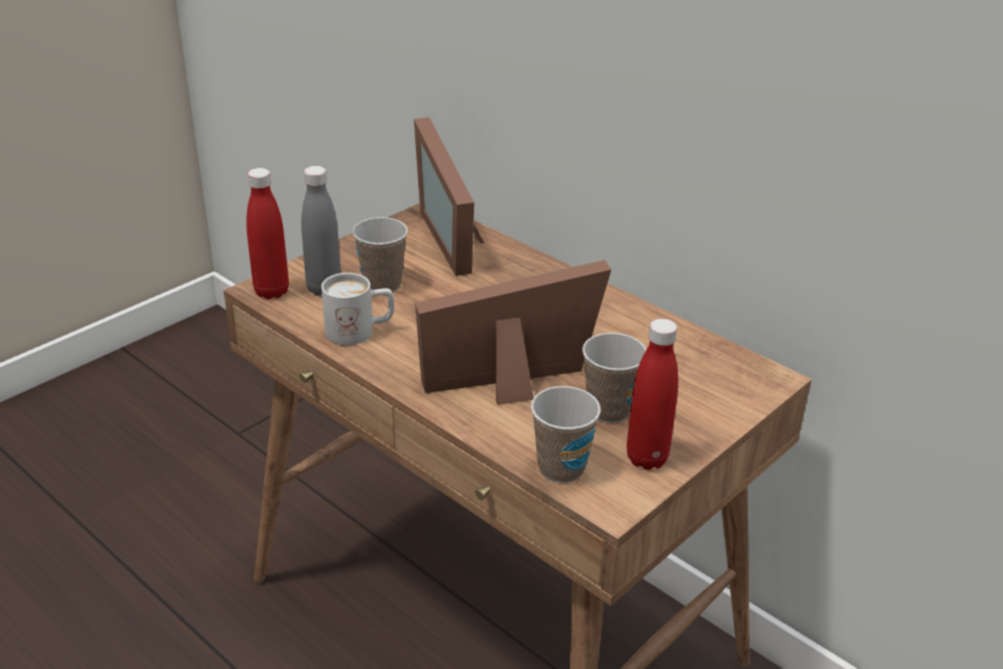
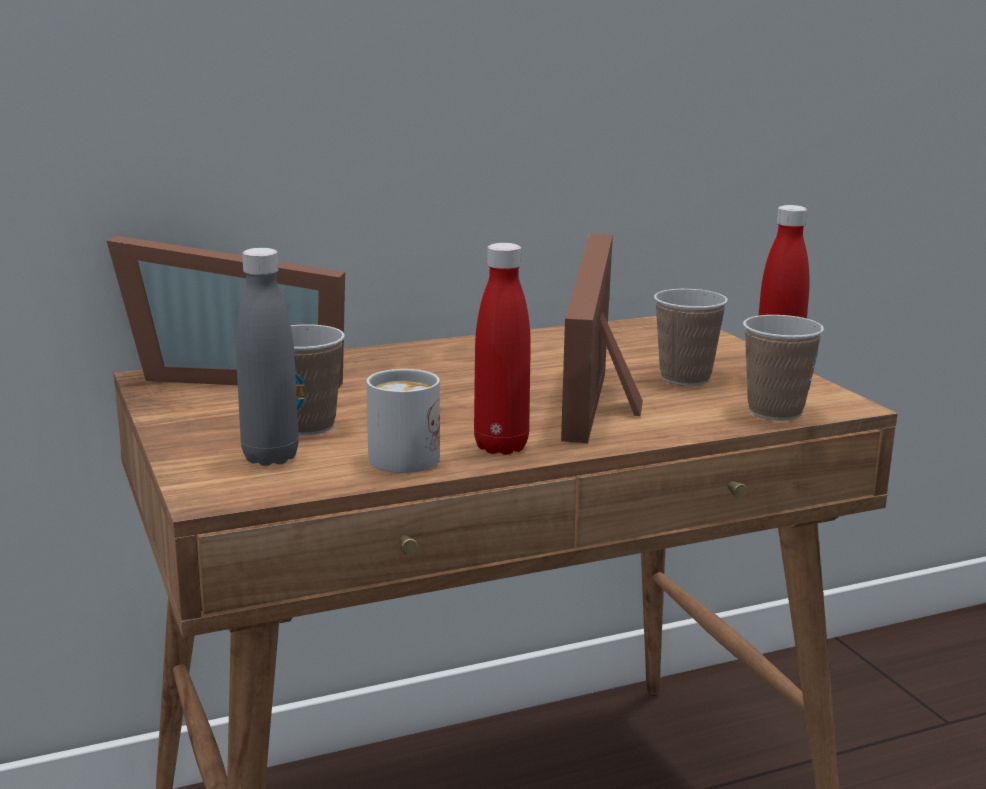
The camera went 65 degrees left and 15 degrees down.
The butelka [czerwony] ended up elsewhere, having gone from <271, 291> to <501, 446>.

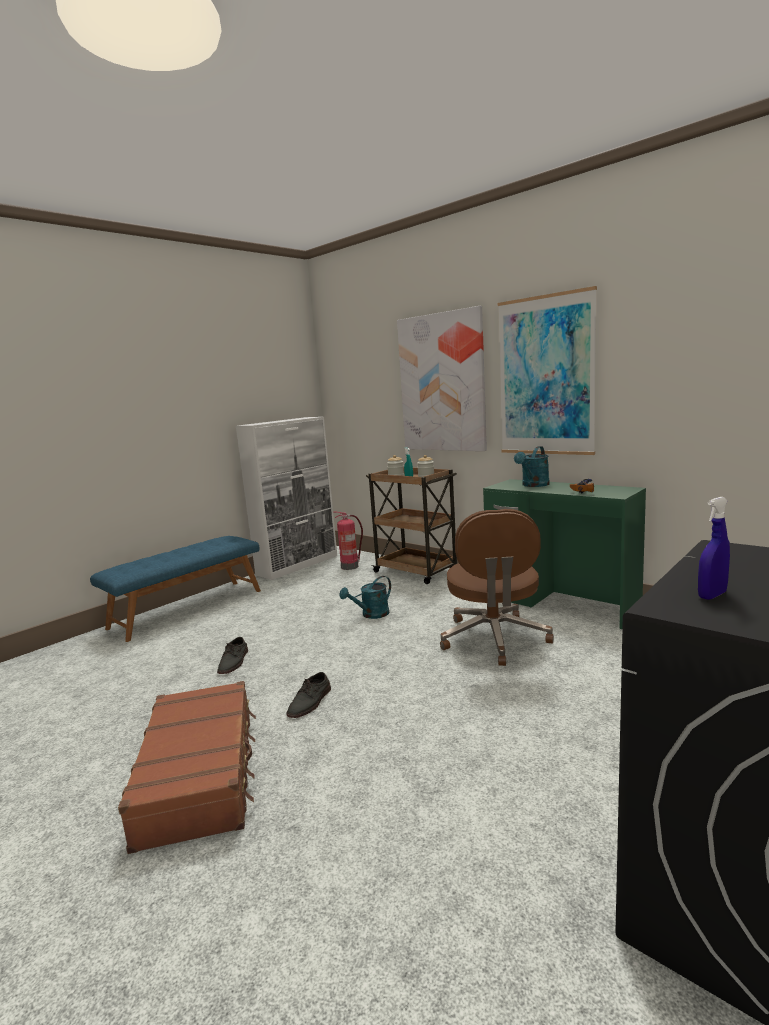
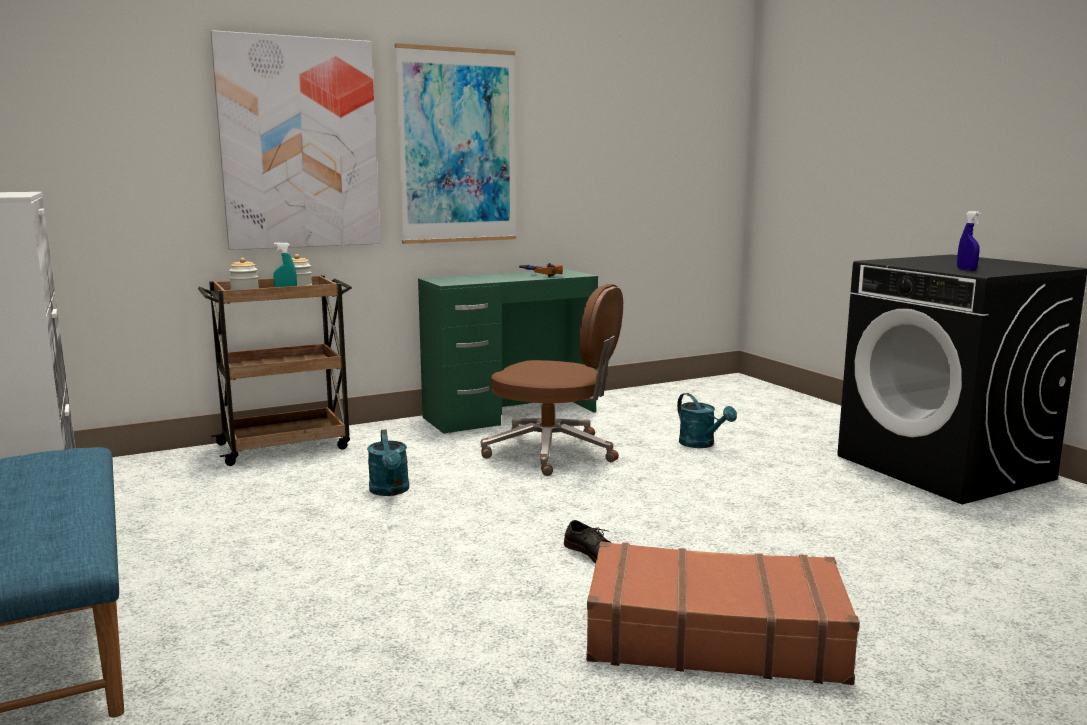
The camera went 70 degrees left and 0 degrees up.
The second view lost the but [szary] at <234, 662>.
The second view lost the gaśnica at <350, 566>.
The konewka [turkusowy] ended up elsewhere, having gone from <533, 485> to <701, 444>.

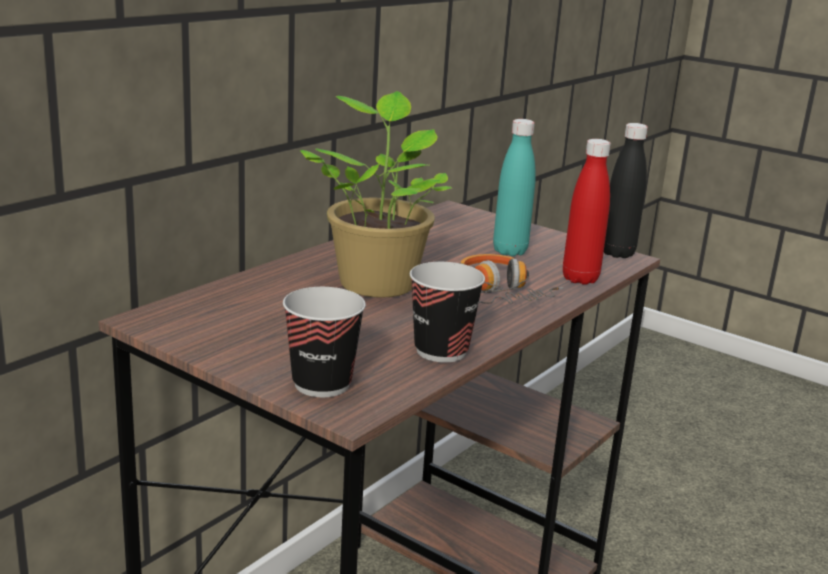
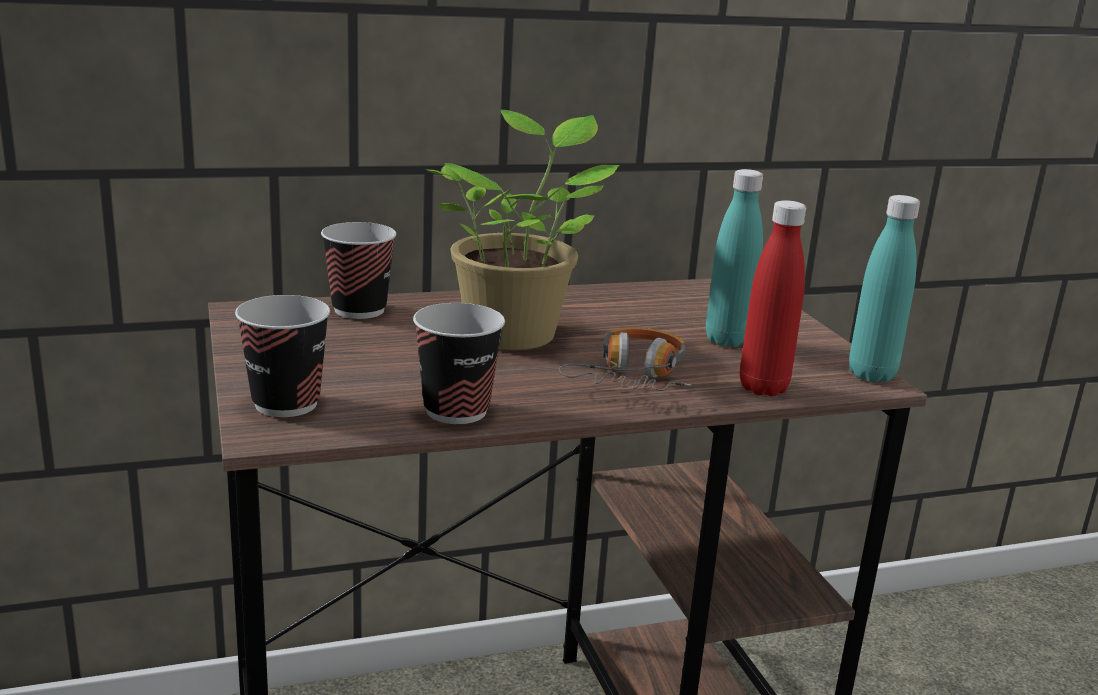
The camera went 35 degrees right and 0 degrees up.
What was the butelka [czarny] at <617, 253> turned into the butelka [turkusowy] at <871, 375>.
The second view gained the filiżanka at <359, 310>.

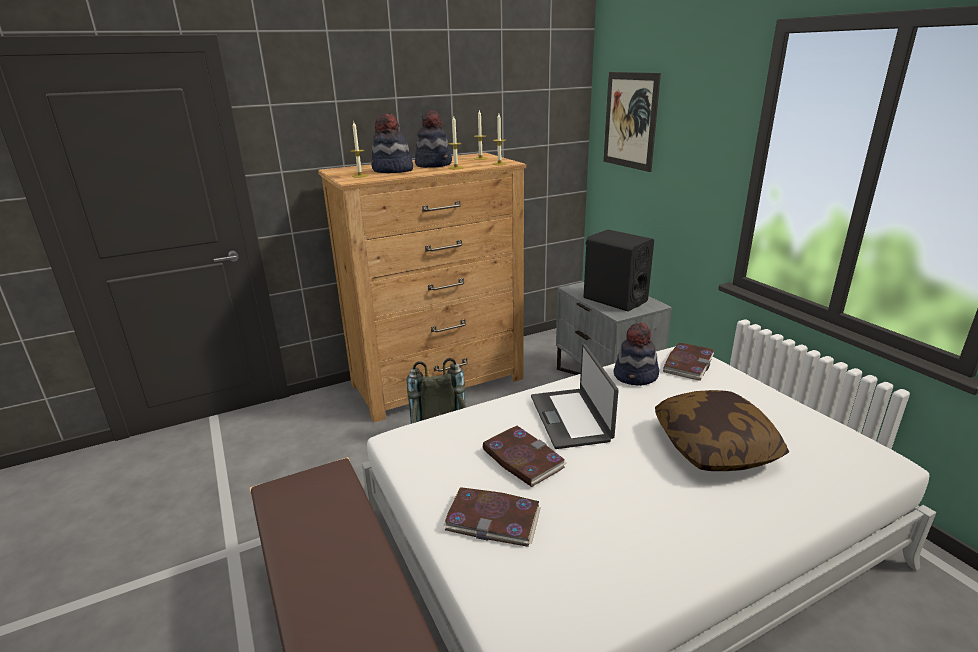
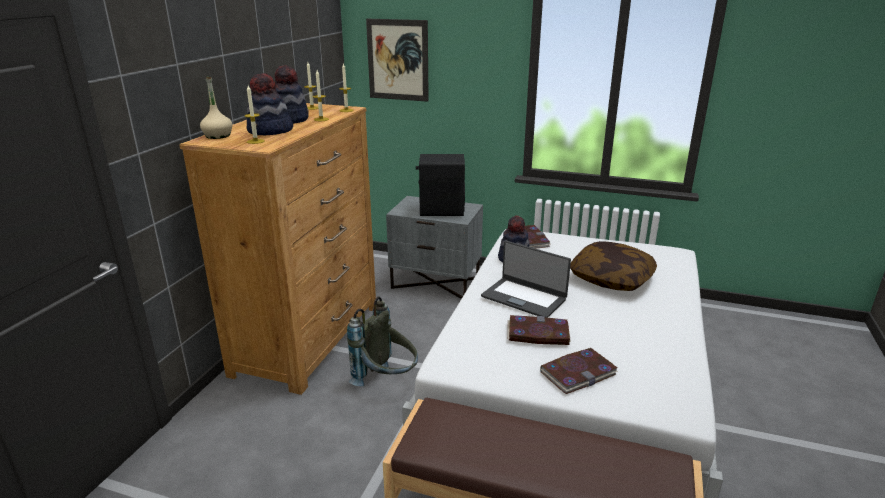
The camera went 45 degrees left and 0 degrees up.
The second view gained the butelka [beżowy] at <218, 136>.

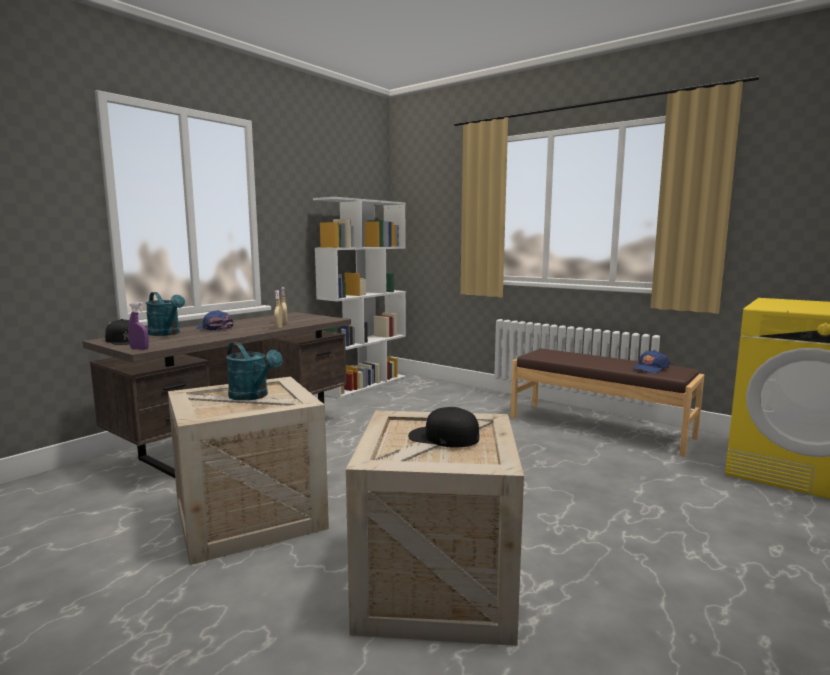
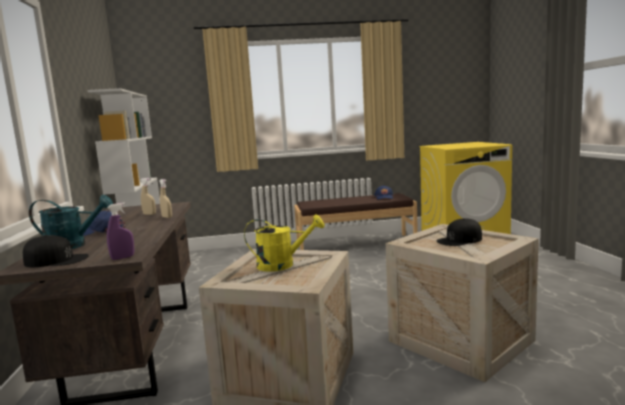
The camera went 45 degrees left and 0 degrees up.
What was the konewka [turkusowy] at <253, 396> turned into the konewka [żółty] at <282, 265>.

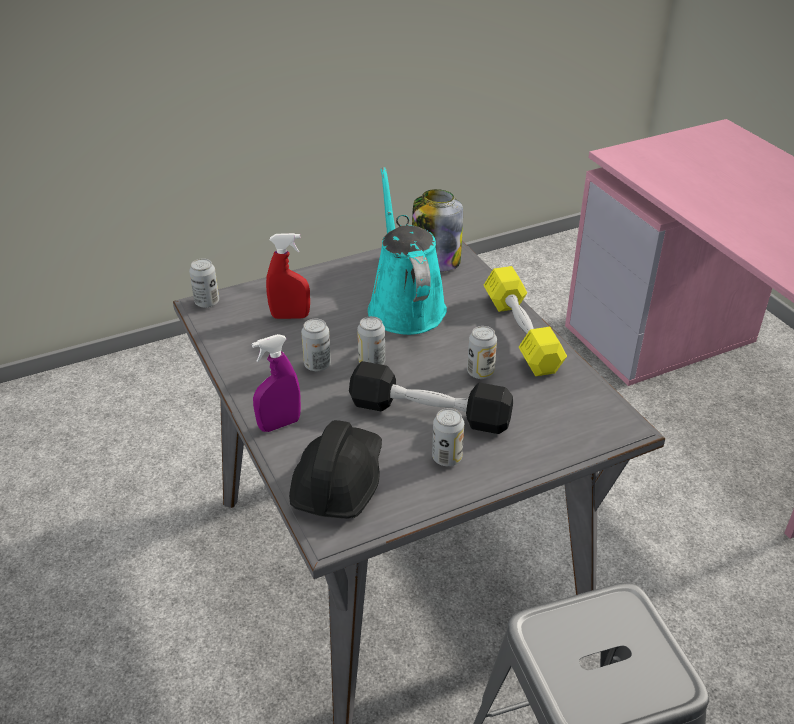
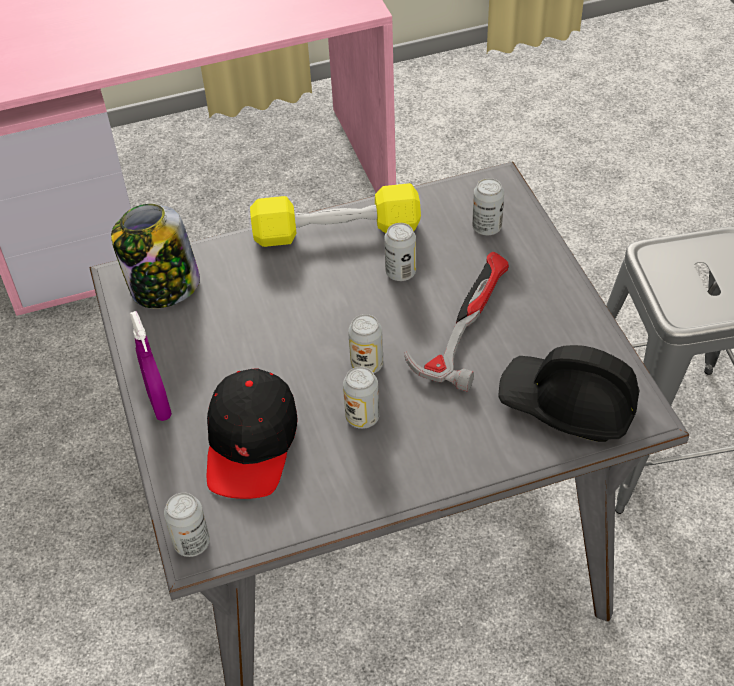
The camera went 80 degrees left and 10 degrees up.
The spryskiwacz [fioletowy] ended up elsewhere, having gone from <279, 424> to <159, 405>.
Where the spryskiwacz [czerwony] stood at <290, 316>, the czapka z daszkiem [czarny] came to stand at <251, 443>.
Where the hantel [czarny] stood at <429, 413>, the młotek came to stand at <464, 321>.
The second view lost the konewka [turkusowy] at <404, 305>.
The puszka ended up elsewhere, having gone from <447, 458> to <487, 227>.

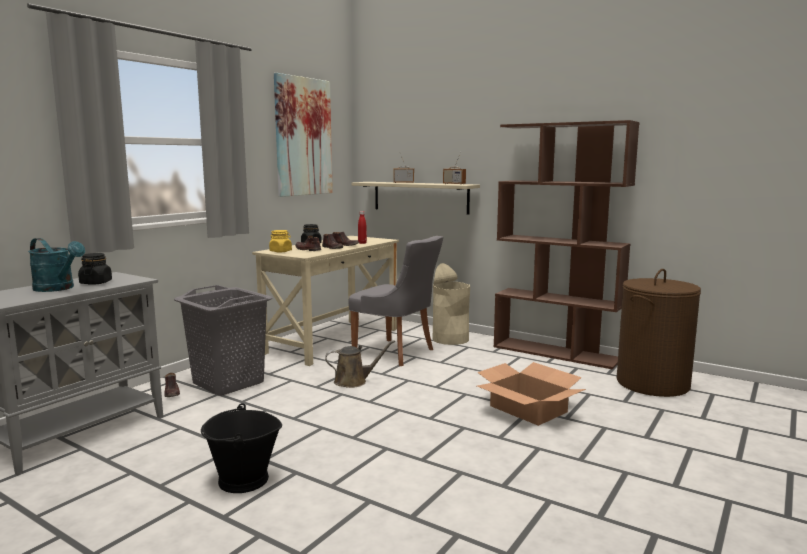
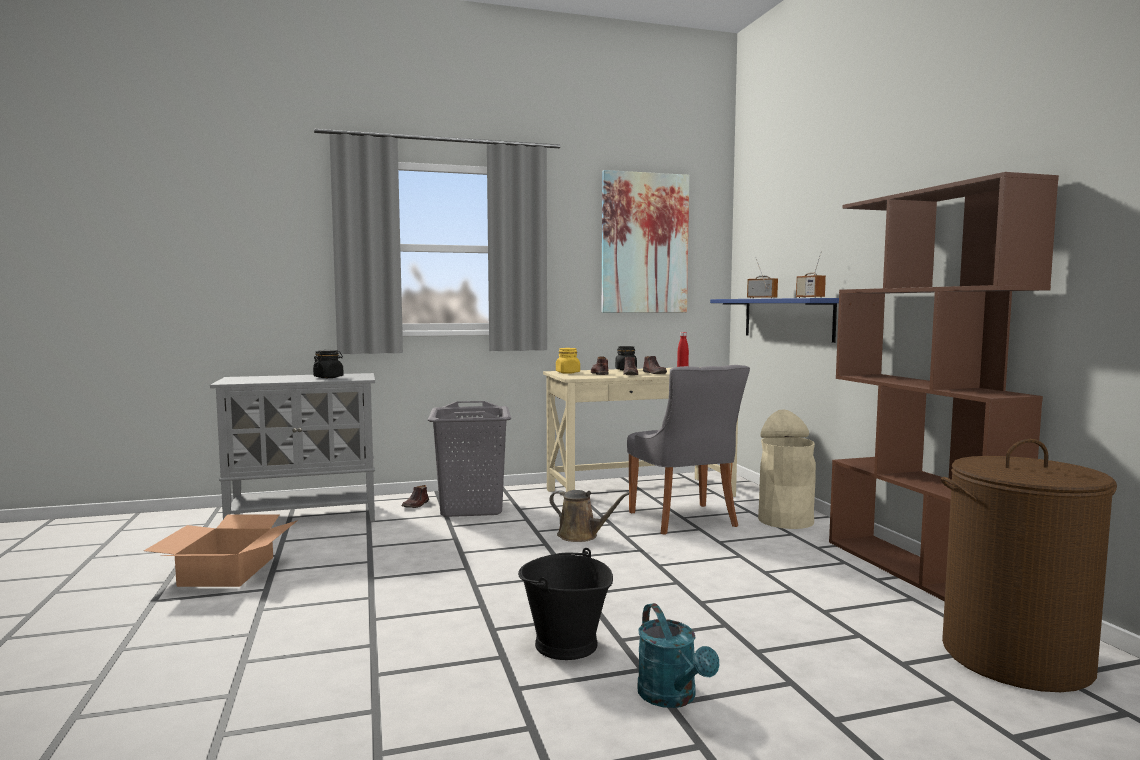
The camera went 40 degrees right and 5 degrees down.
The konewka [turkusowy] ended up elsewhere, having gone from <58, 288> to <672, 698>.
The wiadro [czarny] ended up elsewhere, having gone from <243, 480> to <565, 645>.
What was the półka [beżowy] at <420, 197> turned into the półka [niebieski] at <787, 318>.
The karton ended up elsewhere, having gone from <528, 409> to <227, 571>.

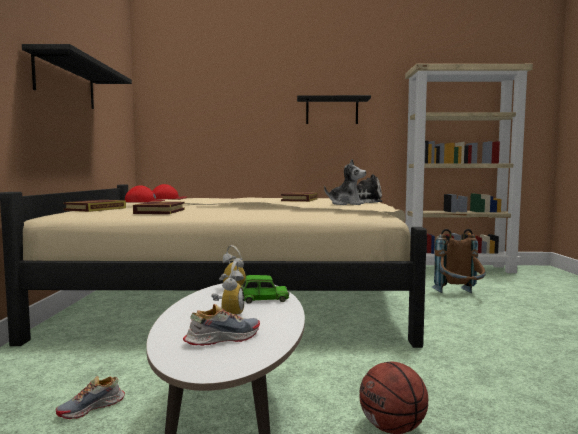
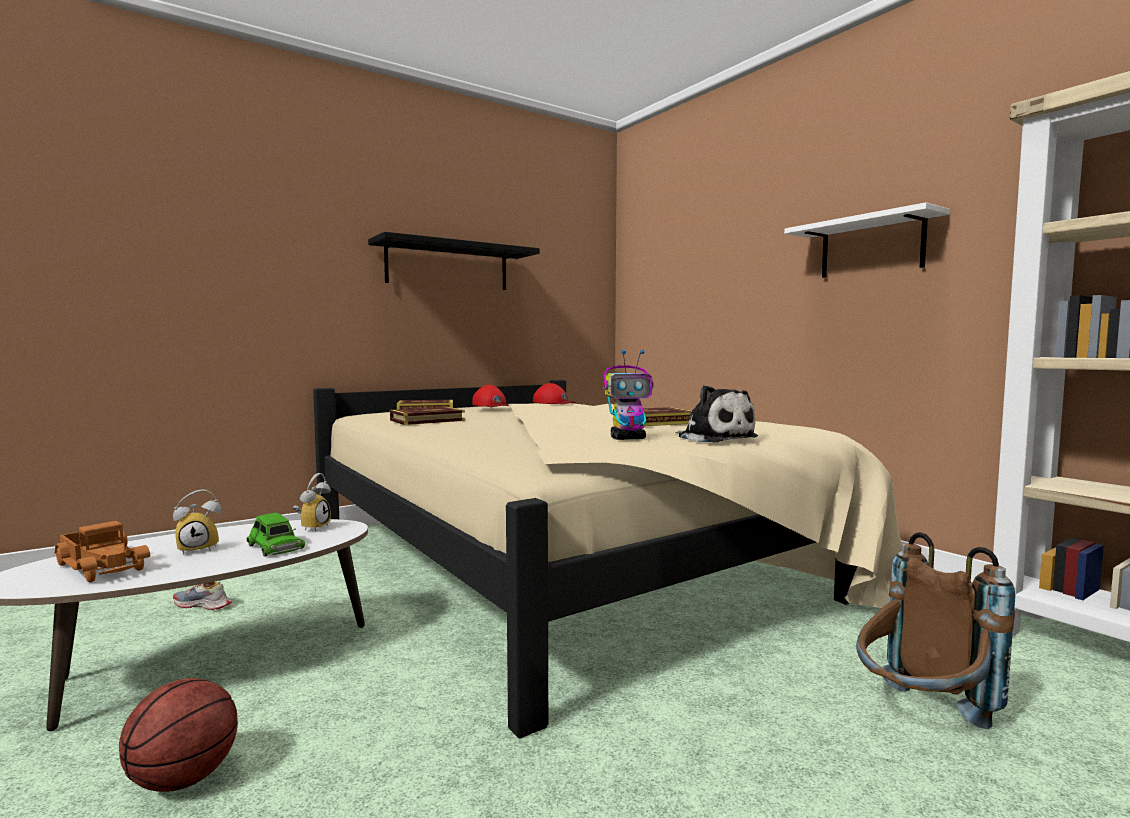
The camera went 55 degrees right and 0 degrees up.
Where the but stood at <222, 339>, the ciężarówka zabawkowa came to stand at <103, 565>.
What was the półka [czarny] at <332, 111> turned into the półka [biały] at <871, 247>.
Where the pluszak stood at <346, 204>, the robot zabawkowy came to stand at <628, 438>.

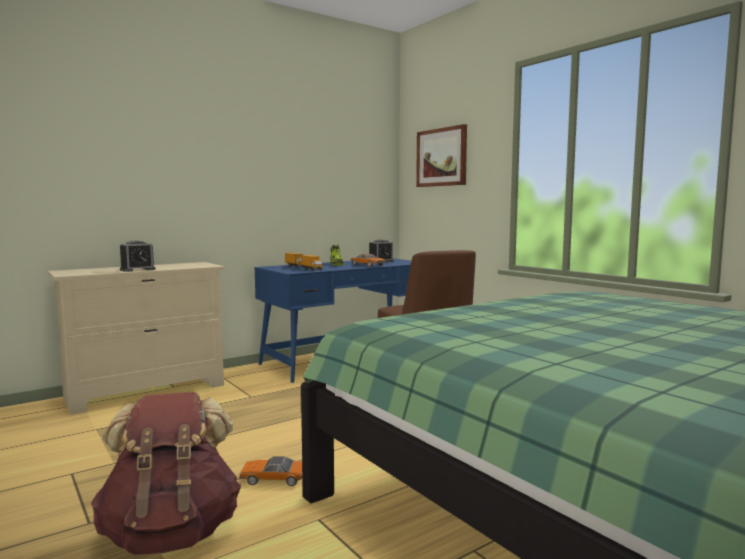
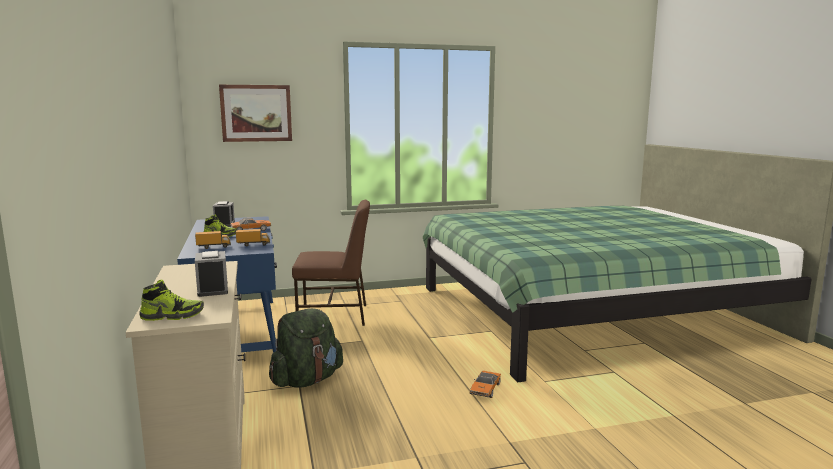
The camera went 70 degrees left and 5 degrees up.
The second view lost the plecak [brązowy] at <171, 533>.
The second view gained the but at <172, 316>.
The second view gained the plecak [zielony] at <307, 380>.

